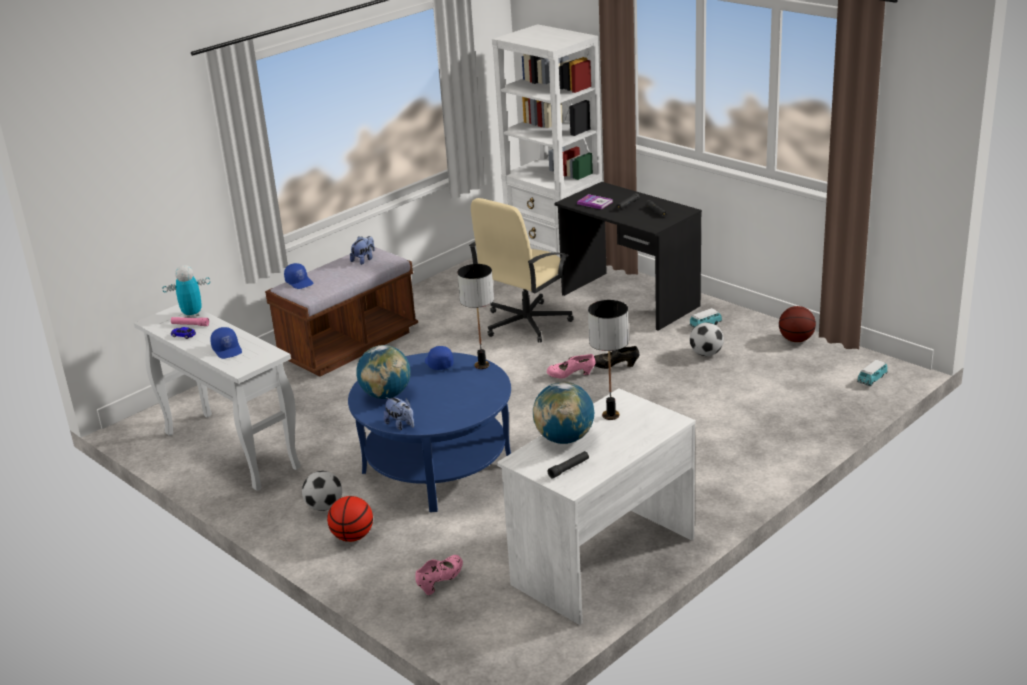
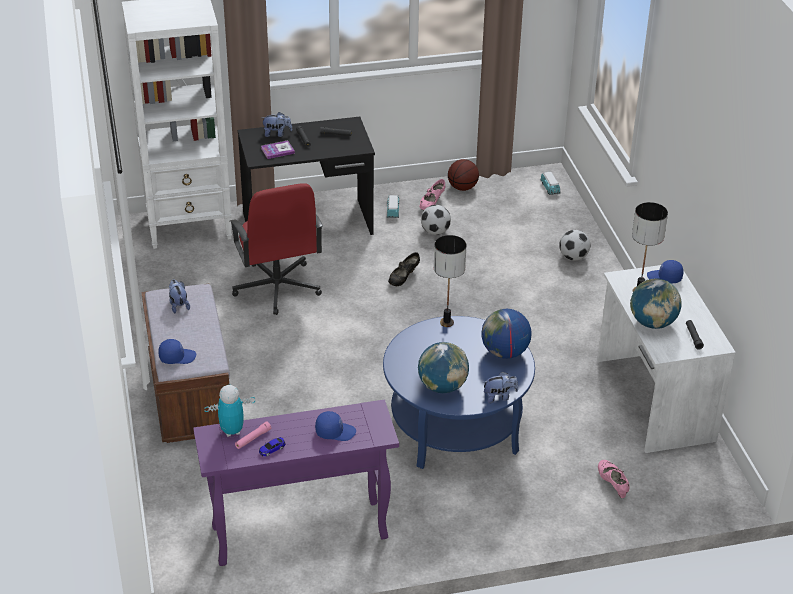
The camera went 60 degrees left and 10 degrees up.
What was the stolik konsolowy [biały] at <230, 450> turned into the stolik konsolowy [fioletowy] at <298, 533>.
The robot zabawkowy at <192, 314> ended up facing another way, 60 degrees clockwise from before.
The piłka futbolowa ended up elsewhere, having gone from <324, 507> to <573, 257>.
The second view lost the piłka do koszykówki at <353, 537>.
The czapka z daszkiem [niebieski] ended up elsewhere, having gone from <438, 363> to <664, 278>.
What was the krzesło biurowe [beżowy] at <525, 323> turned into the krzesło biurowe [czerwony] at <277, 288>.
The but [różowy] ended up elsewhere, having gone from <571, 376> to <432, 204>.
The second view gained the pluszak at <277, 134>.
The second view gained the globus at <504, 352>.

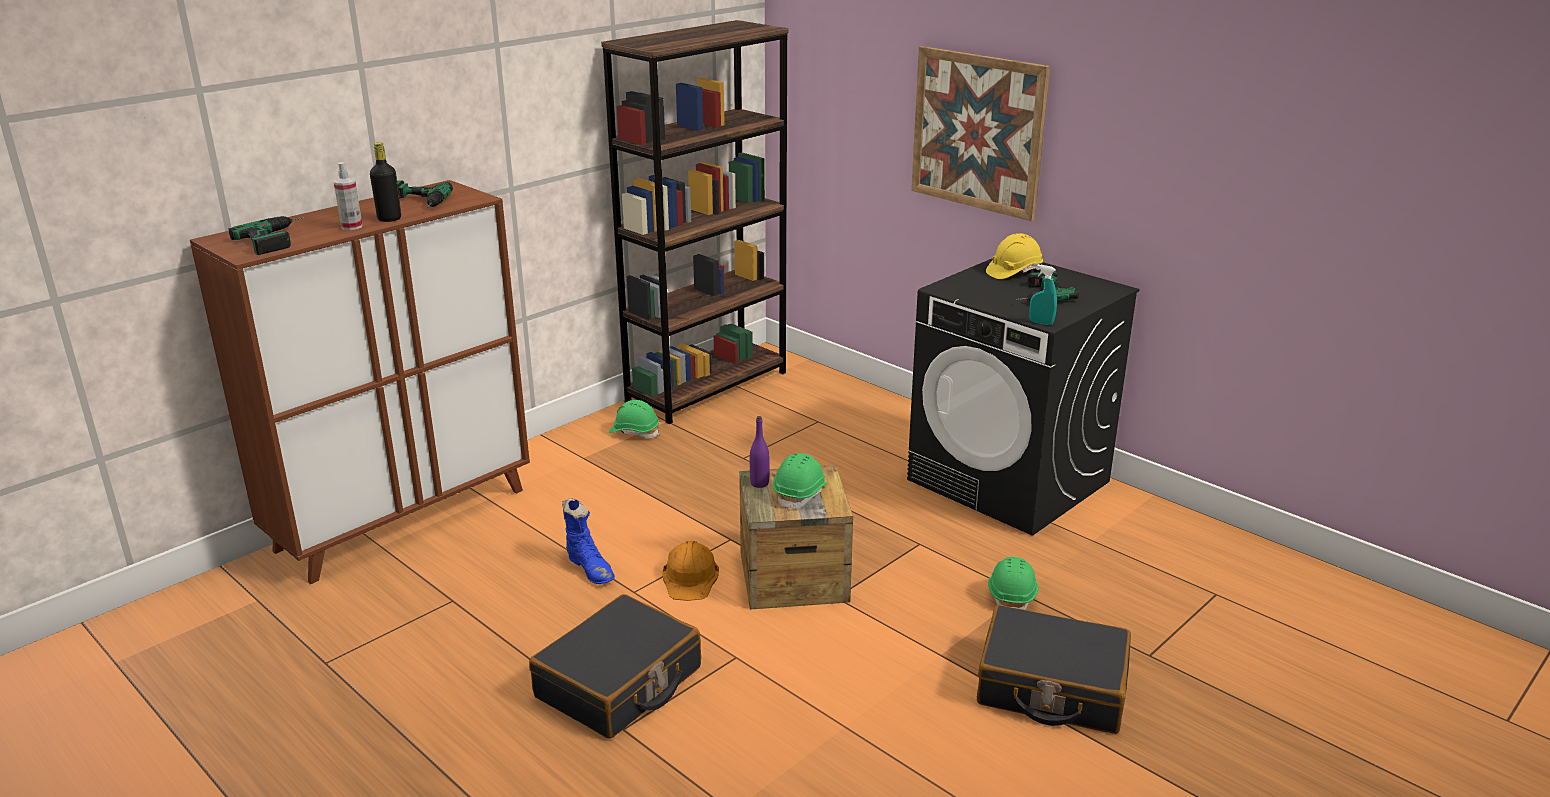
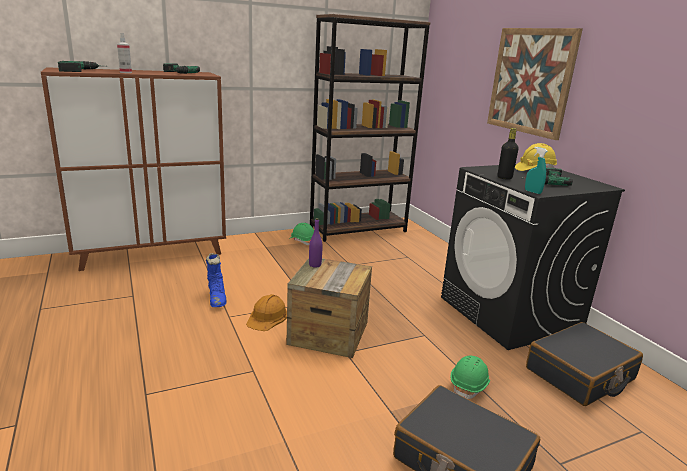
The camera went 20 degrees right and 5 degrees down.
The butelka [czarny] ended up elsewhere, having gone from <389, 219> to <504, 178>.
The walizka [czarny] ended up elsewhere, having gone from <619, 683> to <580, 374>.
The second view lost the kask [zielony] at <801, 494>.

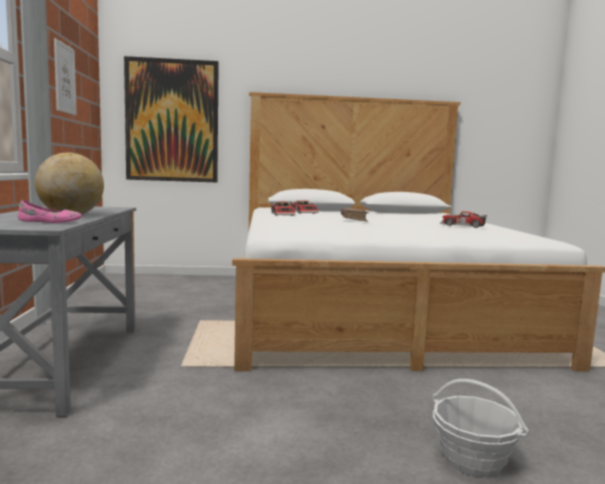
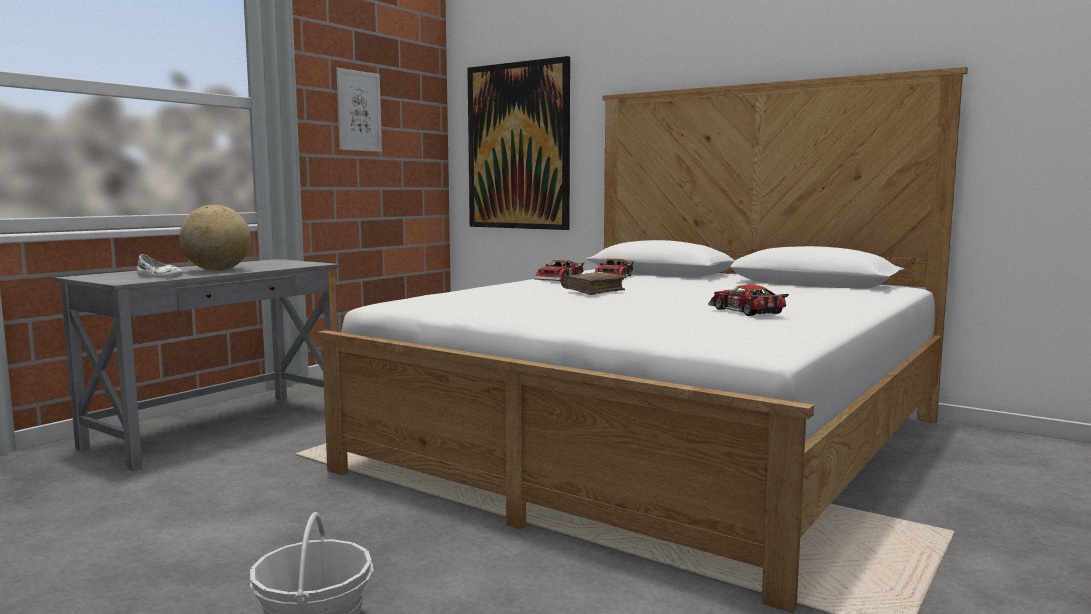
The camera went 40 degrees right and 0 degrees up.
What was the but [różowy] at <50, 221> turned into the but [biały] at <159, 276>.

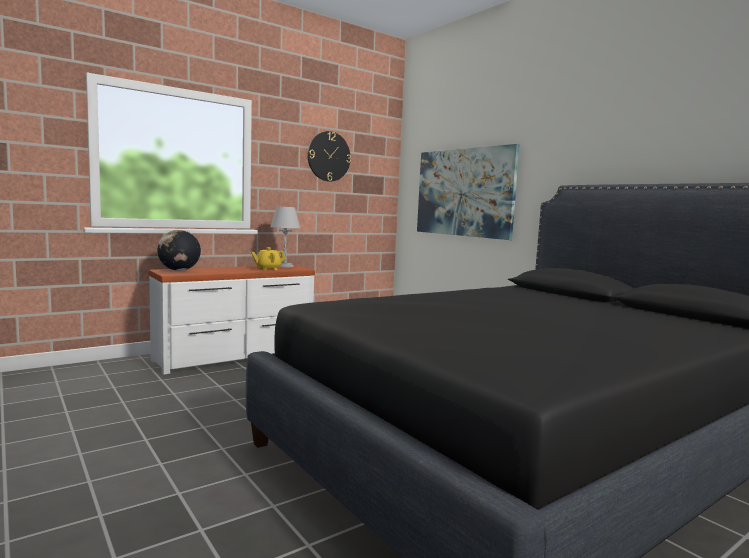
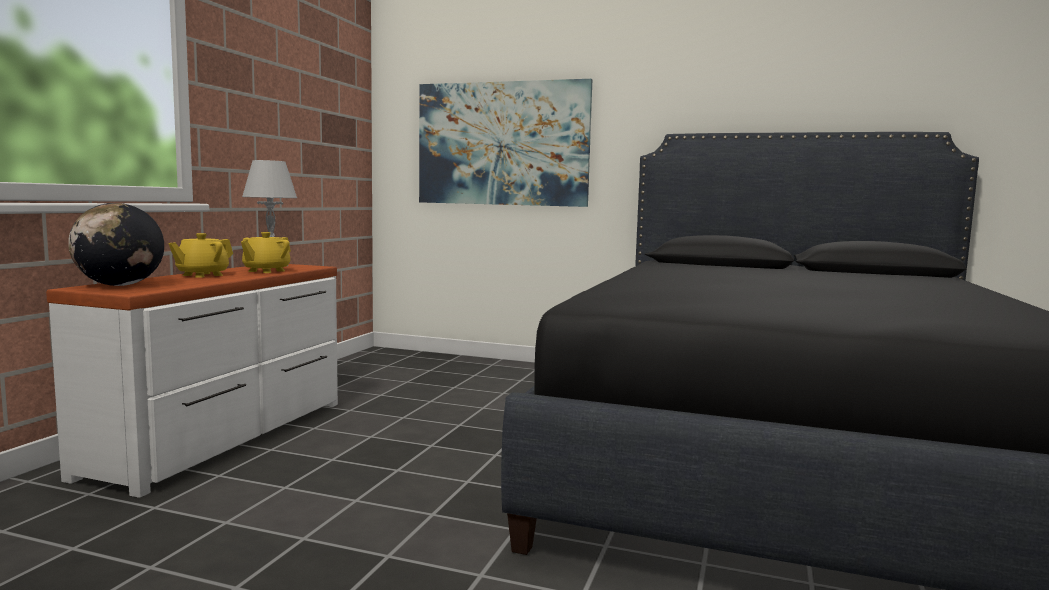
The camera went 35 degrees left and 0 degrees up.
The second view lost the zegar ścienny at <328, 156>.
The second view gained the imbryk [żółty] at <202, 275>.

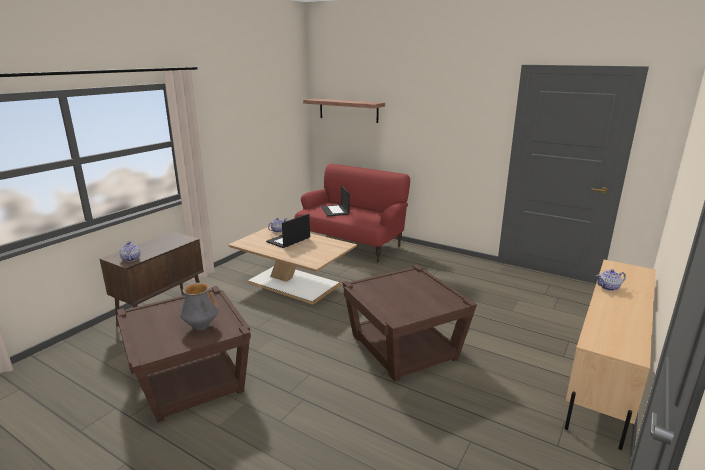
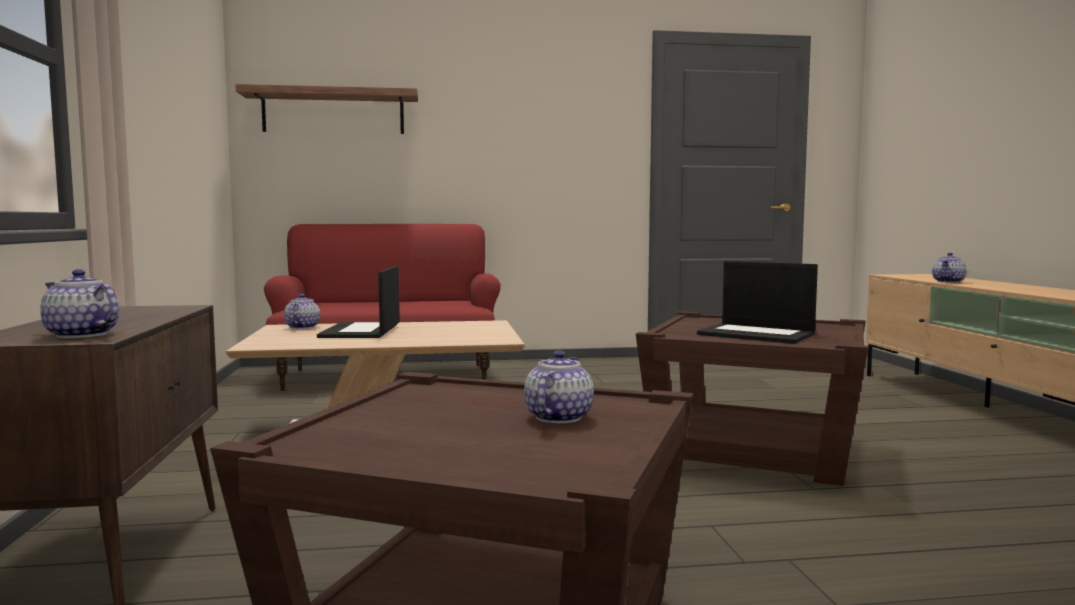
The camera went 40 degrees left and 15 degrees down.
Where the wazon stood at <201, 327>, the imbryk came to stand at <557, 417>.
The laptop ended up elsewhere, having gone from <335, 211> to <758, 334>.

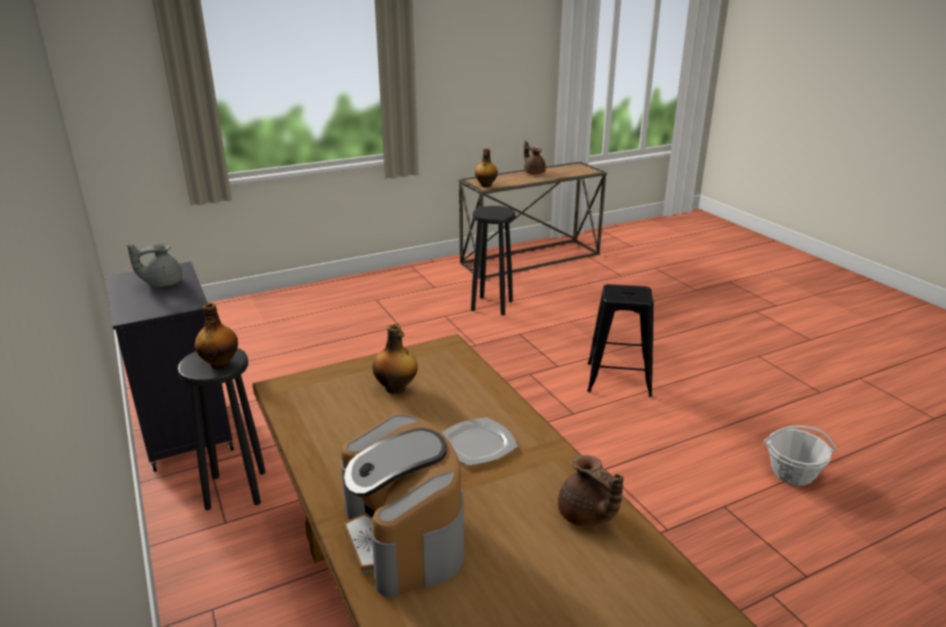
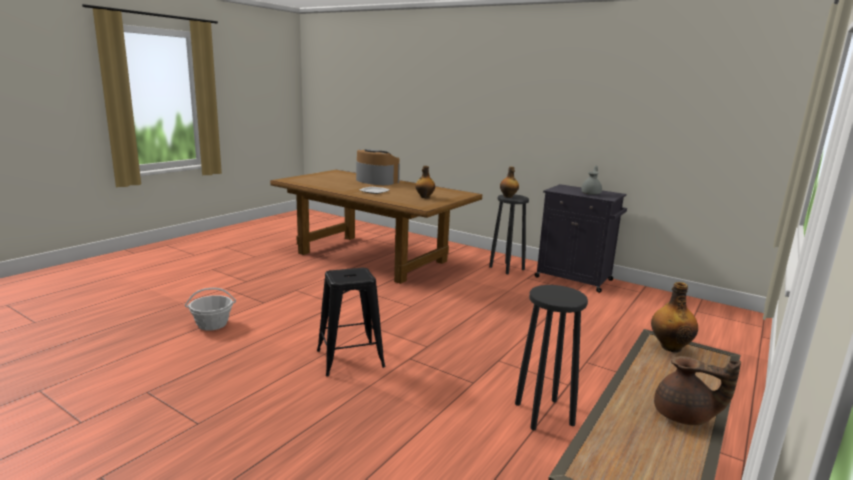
The camera went 150 degrees right and 10 degrees down.
The second view lost the imbryk [brązowy] at <586, 516>.

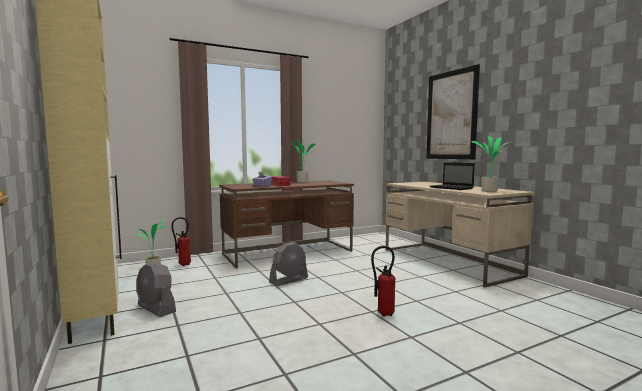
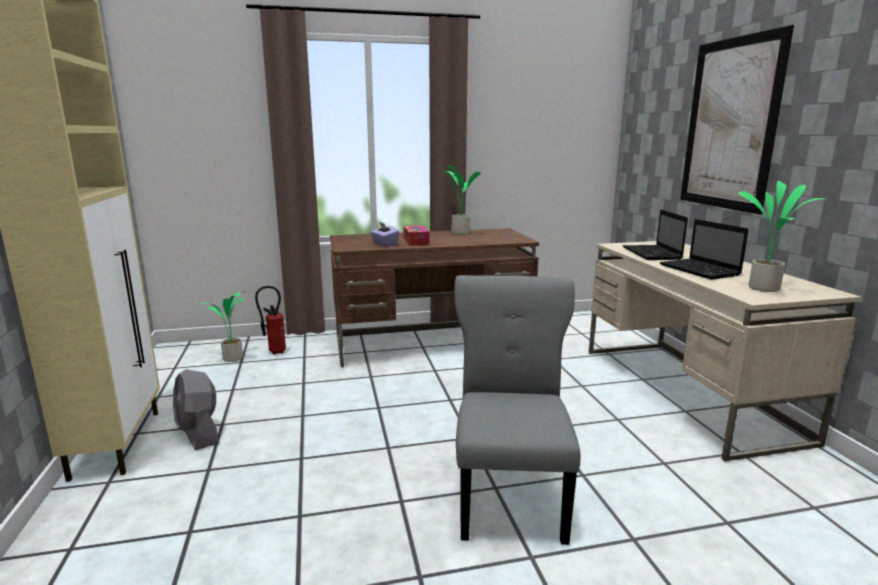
The camera went 15 degrees right and 10 degrees up.
The second view lost the wentylator [szary] at <289, 280>.
Where the gaśnica stood at <382, 314>, the krzesło [szary] came to stand at <510, 496>.
The second view gained the laptop at <652, 254>.

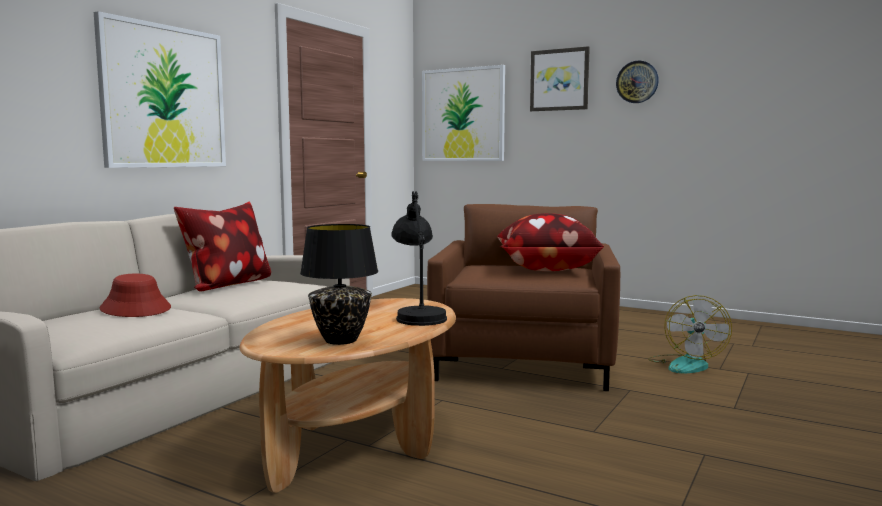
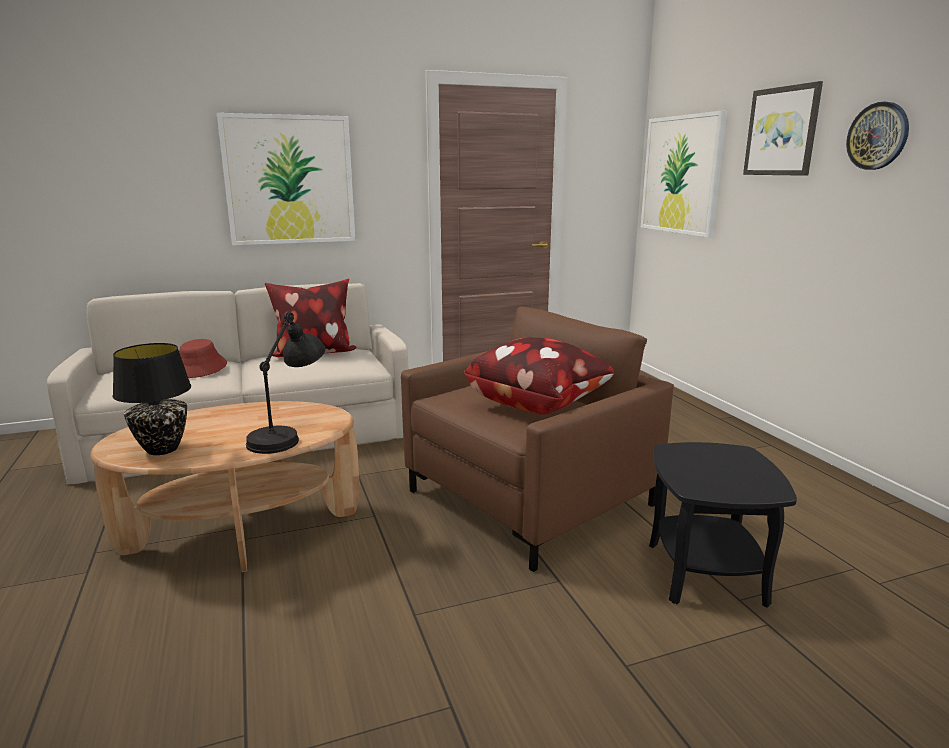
The camera went 40 degrees right and 10 degrees up.
Where the wentylator stood at <686, 364>, the stolik [czarny] came to stand at <706, 574>.

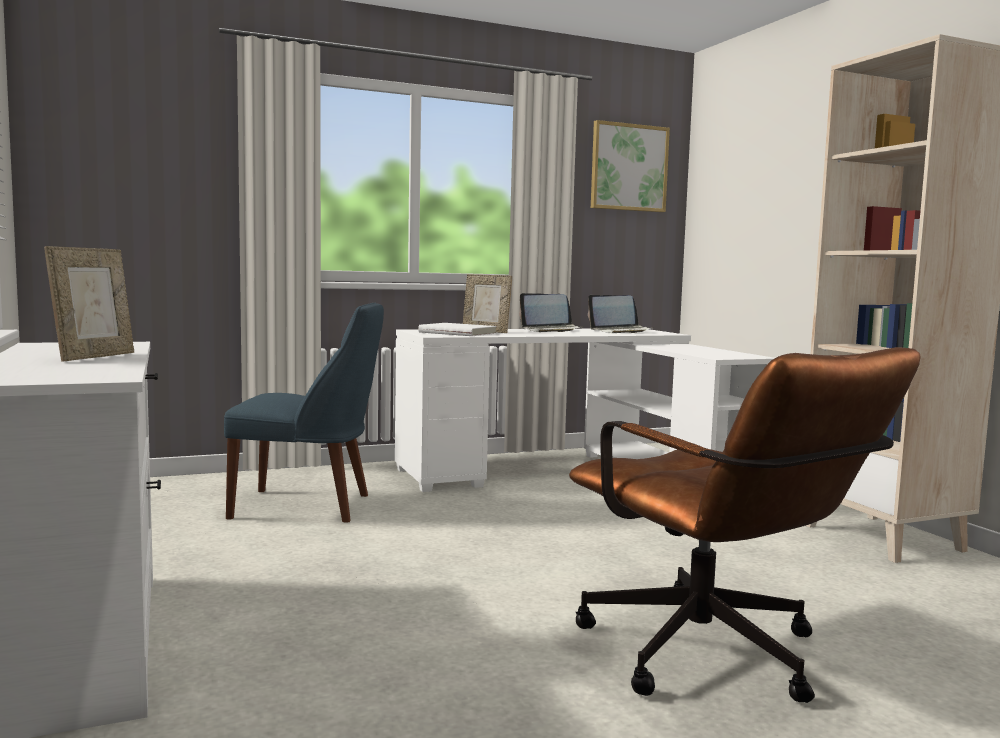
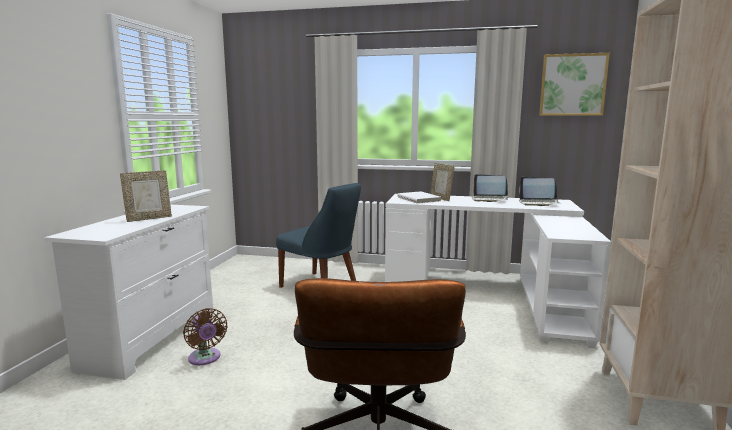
The camera went 35 degrees right and 5 degrees up.
The second view gained the wentylator [brązowy] at <205, 358>.

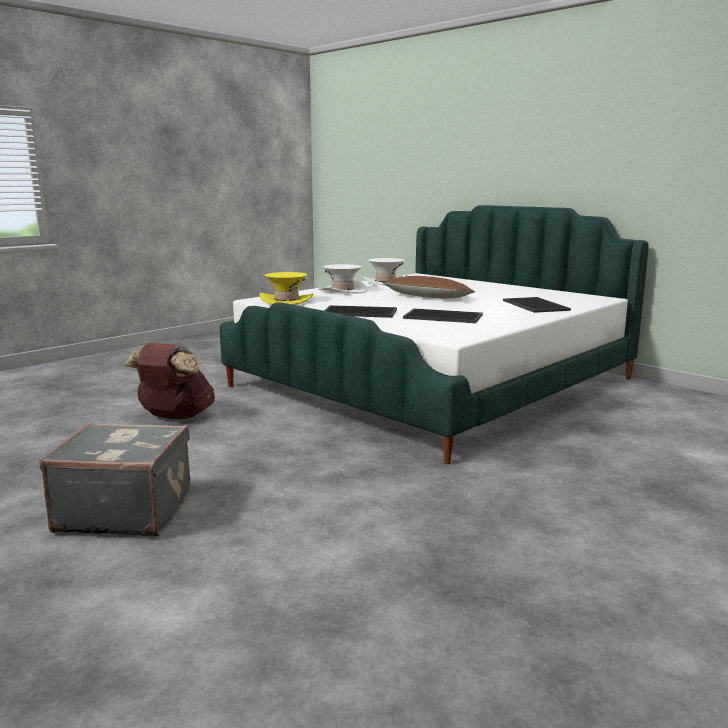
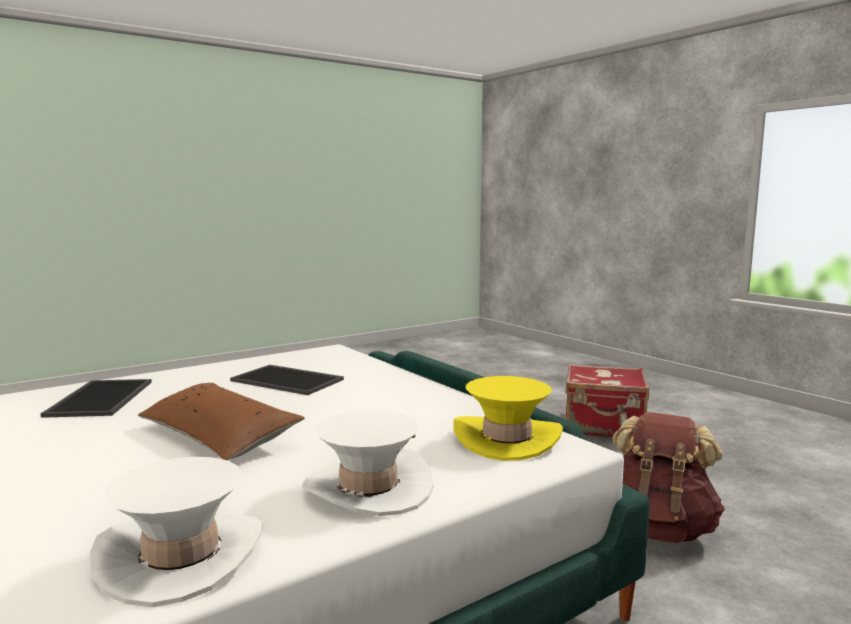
The camera went 170 degrees left and 5 degrees down.
What was the walizka [szary] at <125, 511> turned into the walizka [czerwony] at <604, 427>.
The second view lost the taca at <358, 312>.

